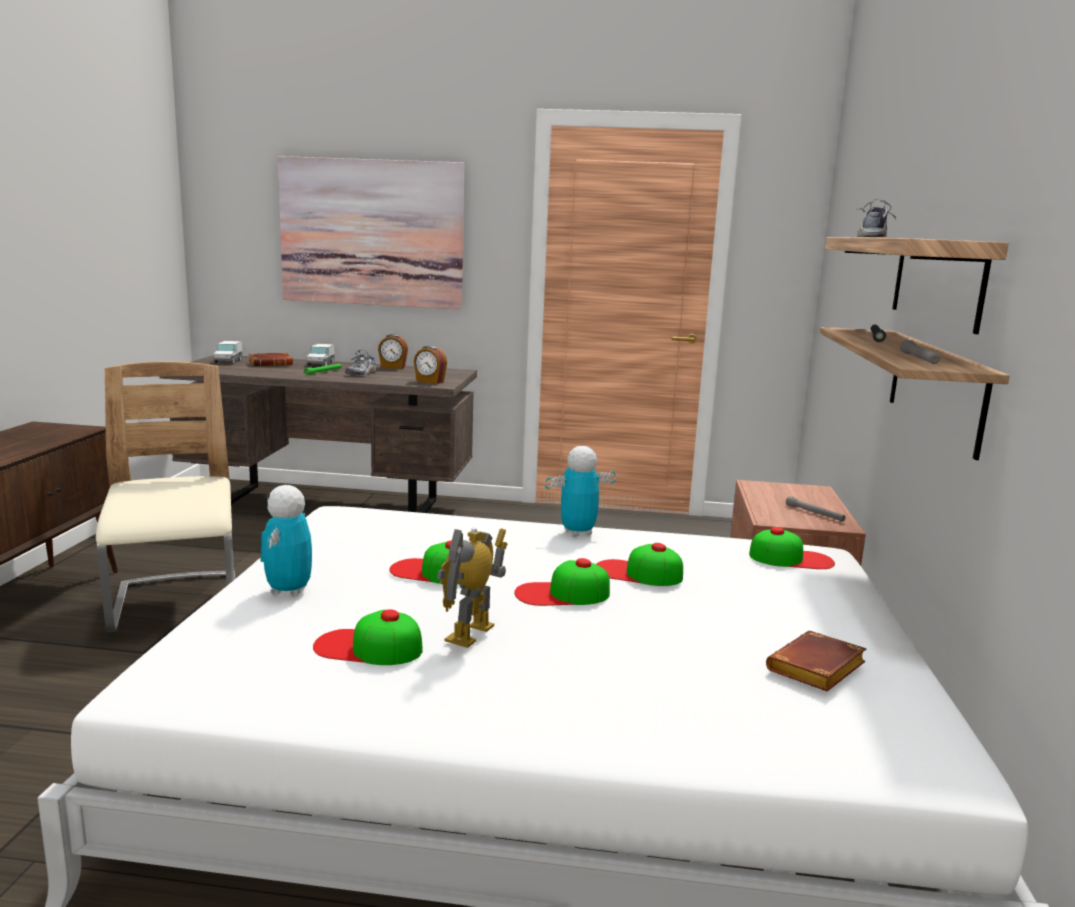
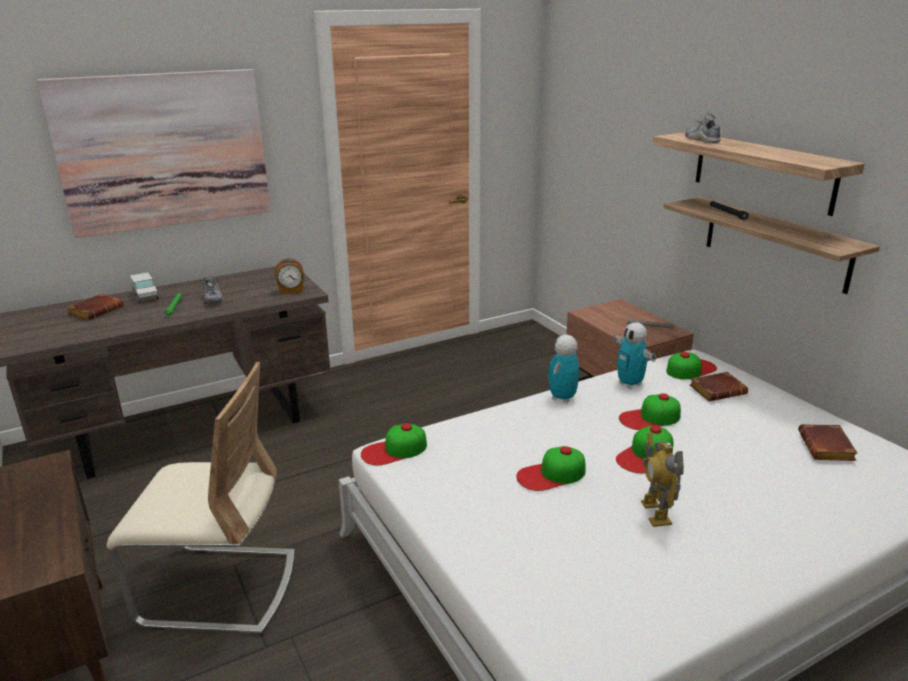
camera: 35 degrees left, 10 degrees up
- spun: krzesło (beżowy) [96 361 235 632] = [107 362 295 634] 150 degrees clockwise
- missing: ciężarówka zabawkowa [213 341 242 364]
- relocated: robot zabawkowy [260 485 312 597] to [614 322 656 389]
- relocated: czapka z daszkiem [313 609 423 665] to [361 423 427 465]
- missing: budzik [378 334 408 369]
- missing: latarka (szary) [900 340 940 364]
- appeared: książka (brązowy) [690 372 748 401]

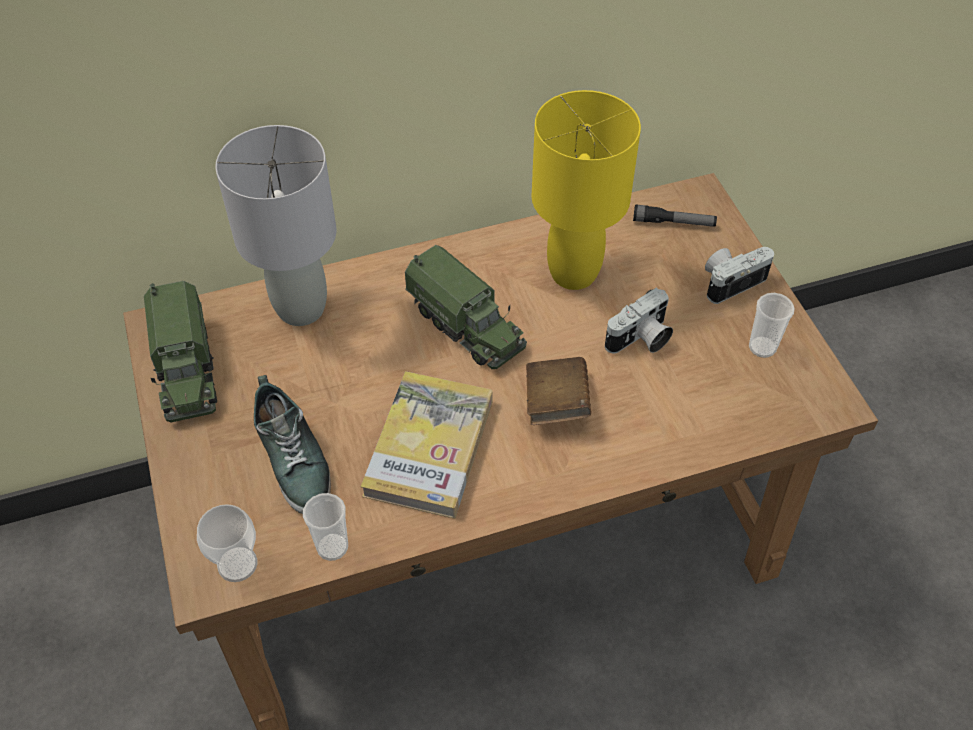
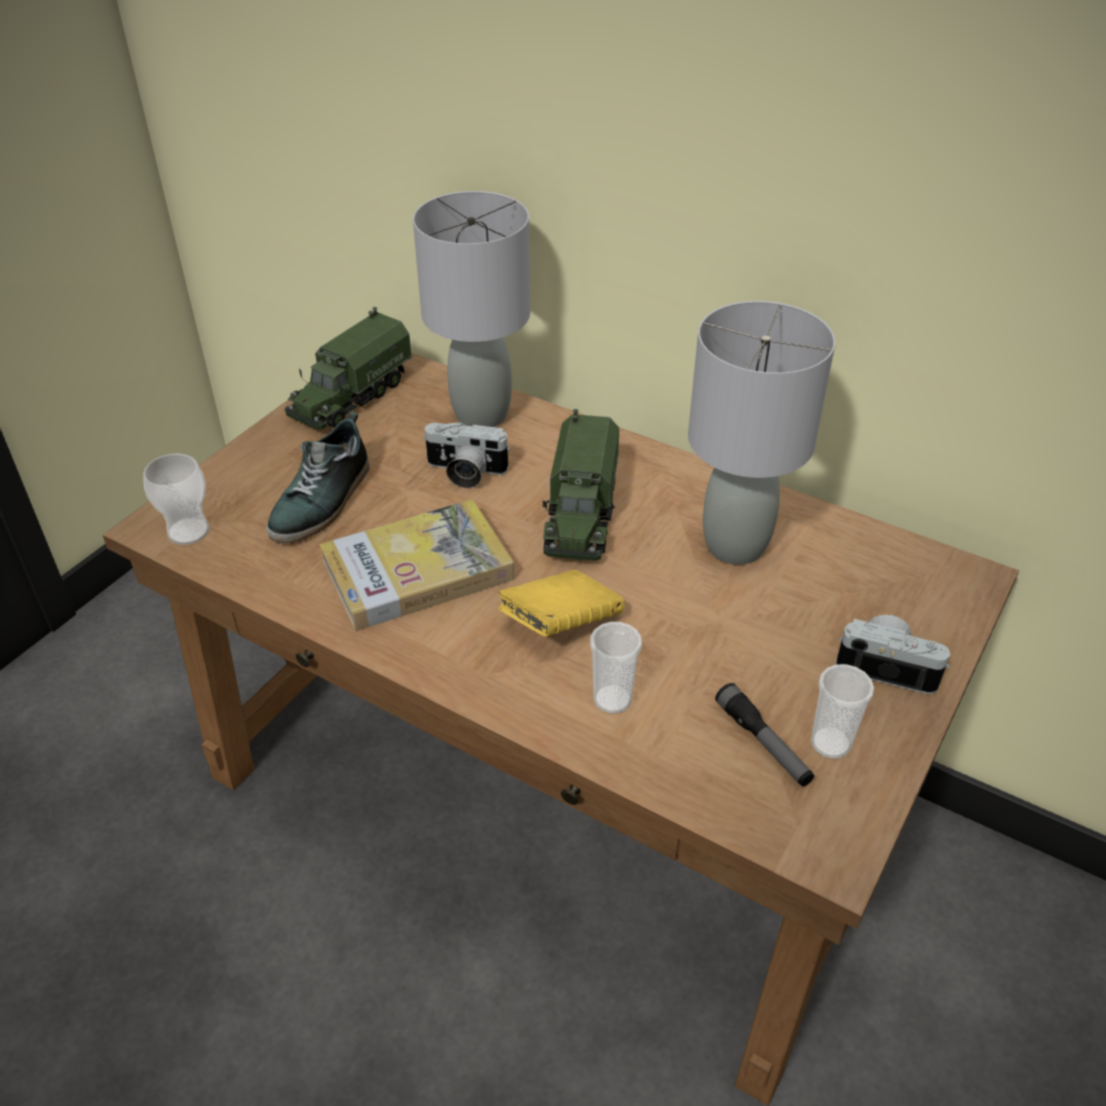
camera: 50 degrees right, 10 degrees down
- relocated: filiżanka [303 493 348 561] to [590 622 642 714]
- colour: książka (brązowy) [526 357 591 425] to książka (żółty) [498 570 624 637]
- colour: lampa stołowa (żółty) [531 90 641 290] to lampa stołowa (szary) [688 301 835 565]
- relocated: aparat fotograficzny [605 288 673 353] to [423 422 511 488]
- relocated: latarka [633 204 717 227] to [715 683 814 786]

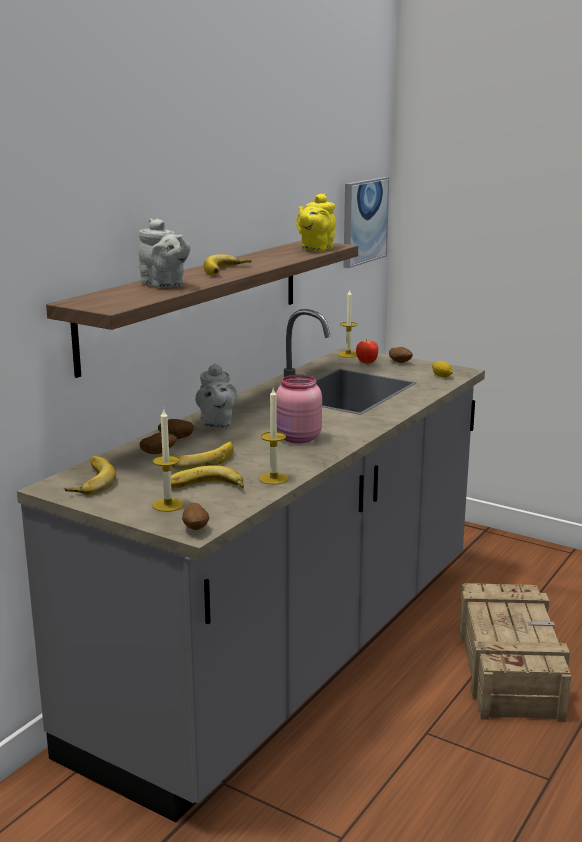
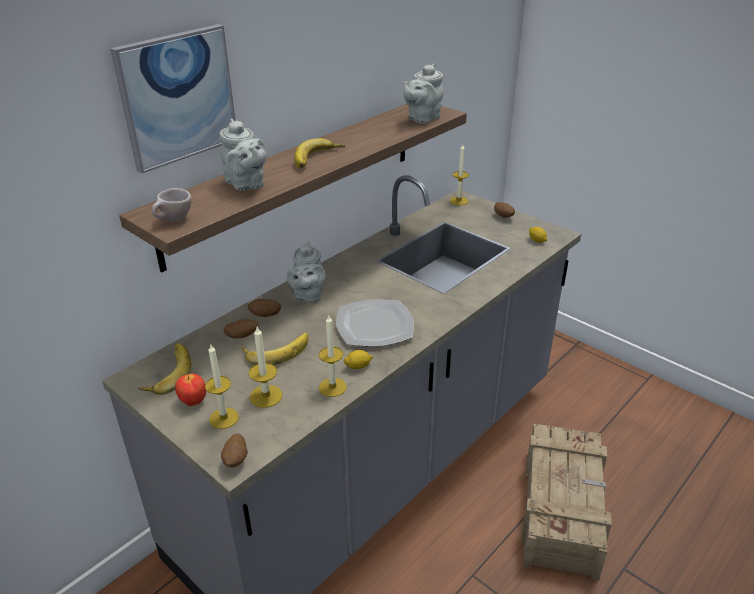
camera: 10 degrees right, 15 degrees up
- exchanged: banan [171 465 244 489] to świeca [249 327 282 408]
- exchanged: słoik (różowy) [276 375 322 443] to talerz [336 299 414 347]
- colour: imbryk (żółty) [296 193 336 251] to imbryk (szary) [403 64 443 124]
- relocated: obraz [344 177 389 268] to [110 24 236 174]
- relocated: jabłko [356 339 378 364] to [175 374 206 406]
- appeared: filiżanka (beżowy) [152 188 192 222]
- appeared: cytryna [343 350 373 369]

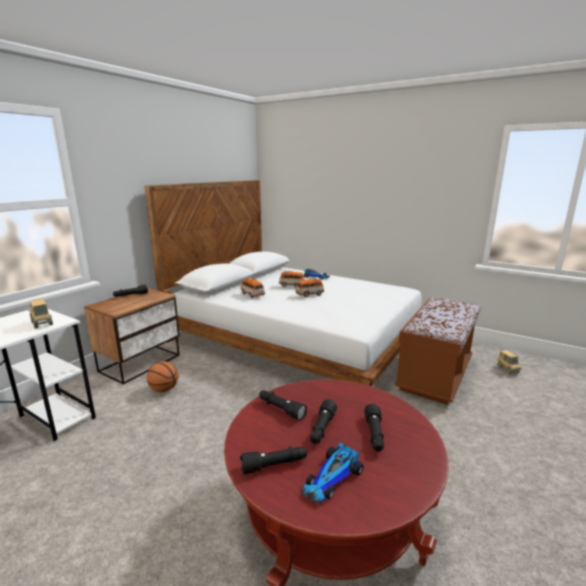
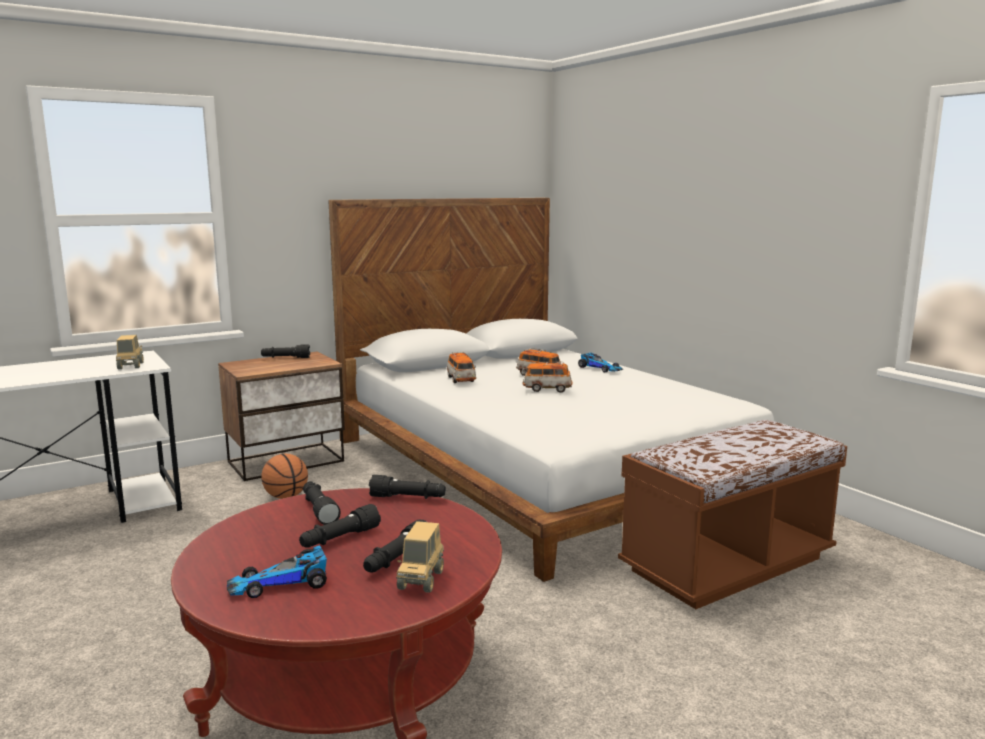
camera: 25 degrees right, 5 degrees down
- relocated: latarka (czarny) [240 446 307 475] to [369 475 446 499]
- relocated: ciężarówka zabawkowa [497 350 521 374] to [396 521 444 593]

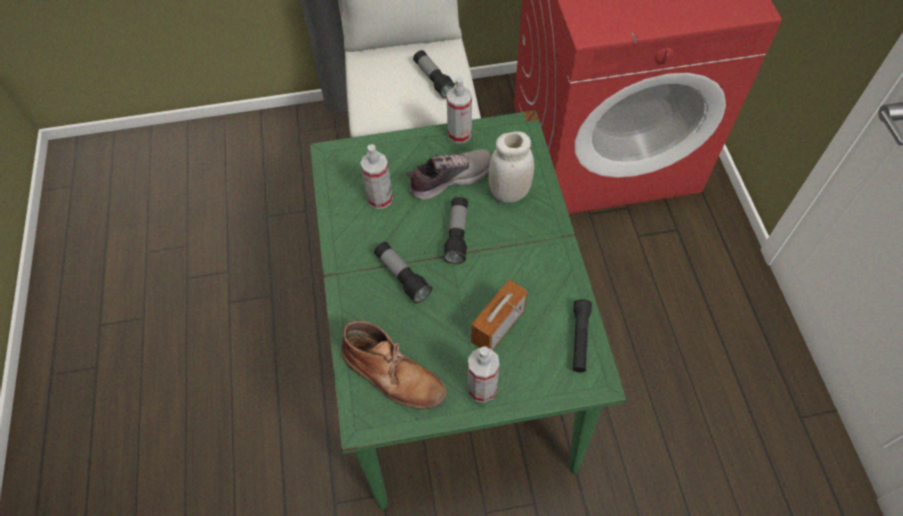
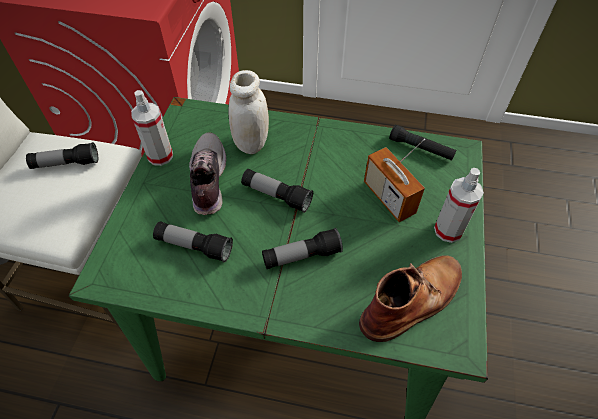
camera: 70 degrees left, 5 degrees down
- exchanged: spryskiwacz [361 144 393 209] to latarka [153 221 233 262]

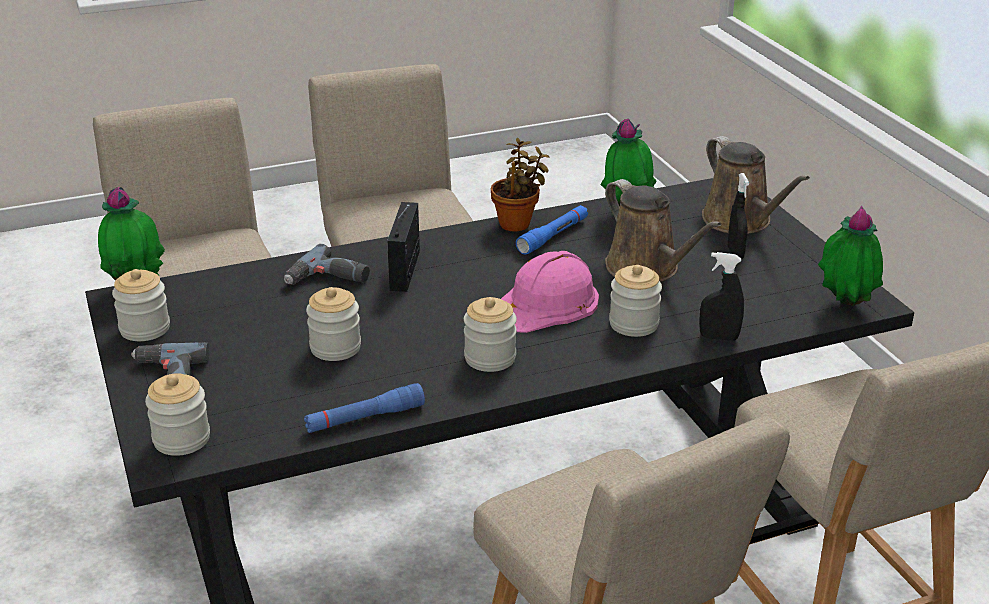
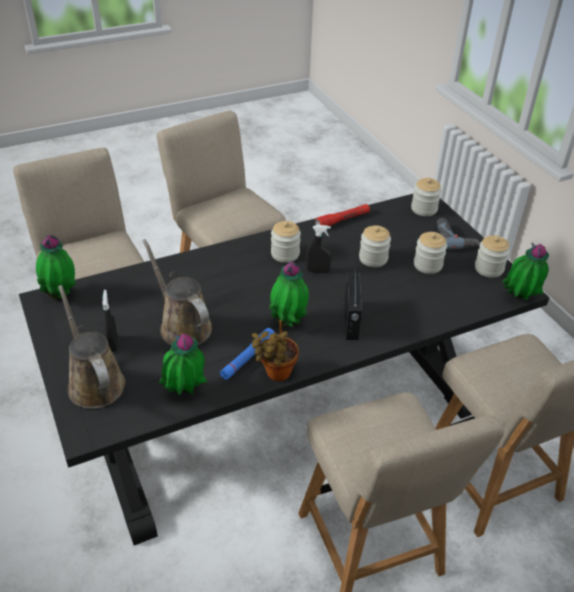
camera: 175 degrees right, 10 degrees up
- missing: wiertarka [284 244 370 285]
- colour: latarka (niebieski) [304 383 425 433] to latarka (czerwony) [315 204 370 226]
- missing: kask (różowy) [501 251 599 333]
- relocated: słoik [609 265 662 337] to [414 232 447 274]
- relocated: spryskiwacz (czarny) [699 252 744 341] to [306 225 332 273]
- appeared: roślina doniczkowa [269 262 309 327]

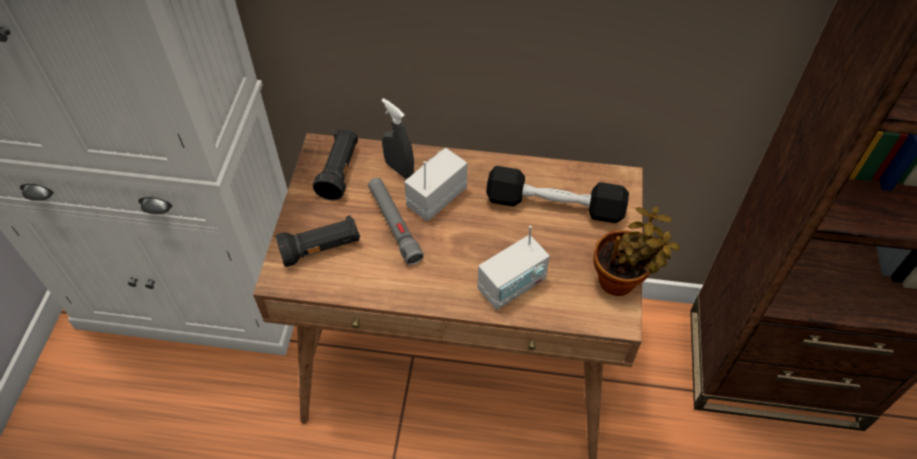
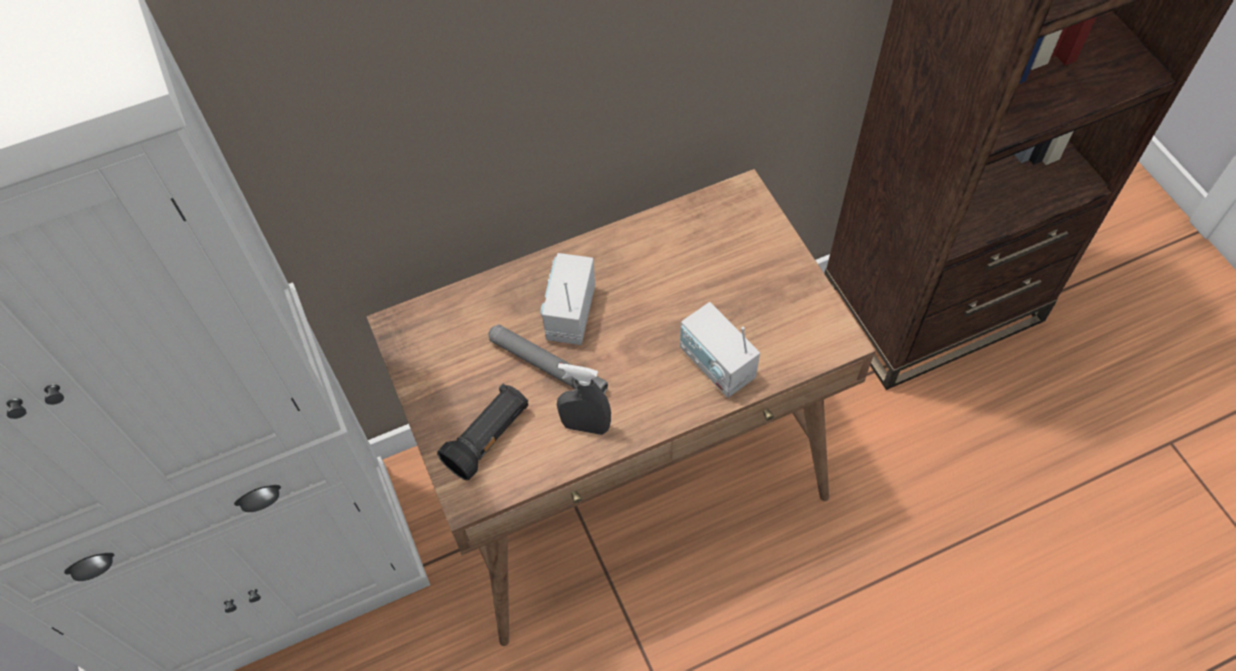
camera: 30 degrees left, 5 degrees up
- missing: latarka (czarny) [312 129 358 201]
- relocated: spryskiwacz (szary) [381 98 414 178] to [557 363 611 435]
- spun: radio [478 225 550 310] = [680 302 760 398] 120 degrees clockwise
- missing: hantel (czarny) [486 166 629 223]
- missing: roślina doniczkowa [594 207 680 296]

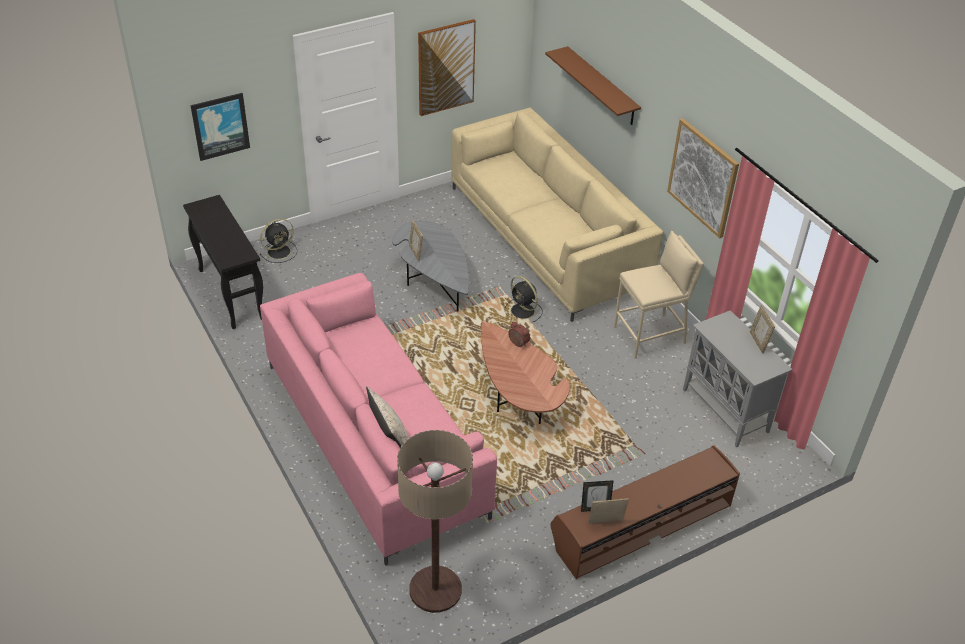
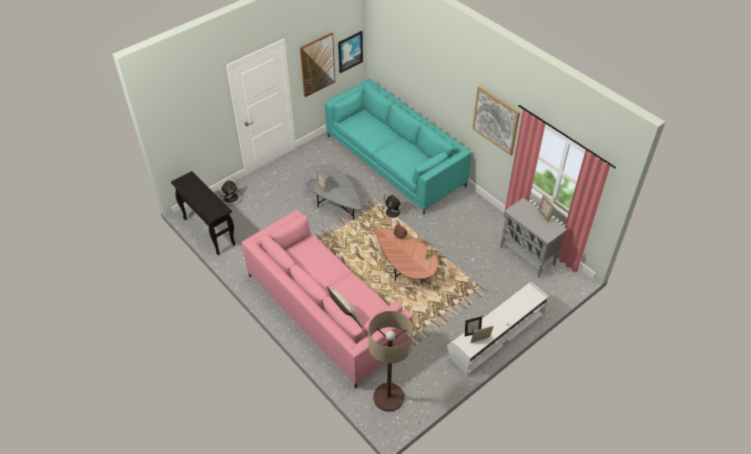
camera: 10 degrees left, 5 degrees up
- relocated: obraz [190 93 250 161] to [338 31 363 73]
- colour: kanapa (beżowy) [451 108 663 322] to kanapa (turkusowy) [325 79 472 214]
- missing: półka (brązowy) [545 46 641 125]
- colour: szafka pod telewizor (brązowy) [550 446 740 579] to szafka pod telewizor (biały) [447 282 548 375]
- missing: stołek (beżowy) [614 231 704 358]

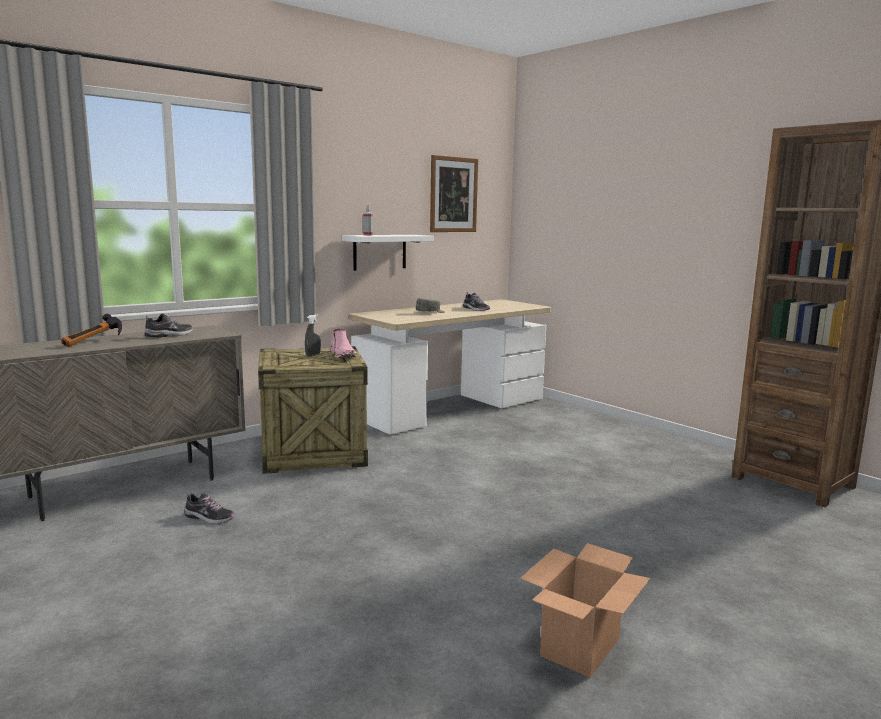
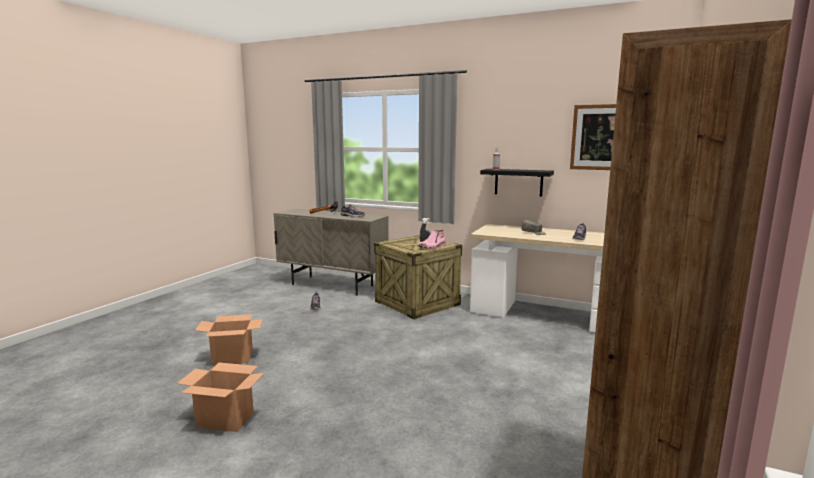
camera: 65 degrees right, 0 degrees up
- colour: półka (biały) [342 235 434 271] to półka (czarny) [480 169 554 197]
- appeared: karton [195 314 263 365]

